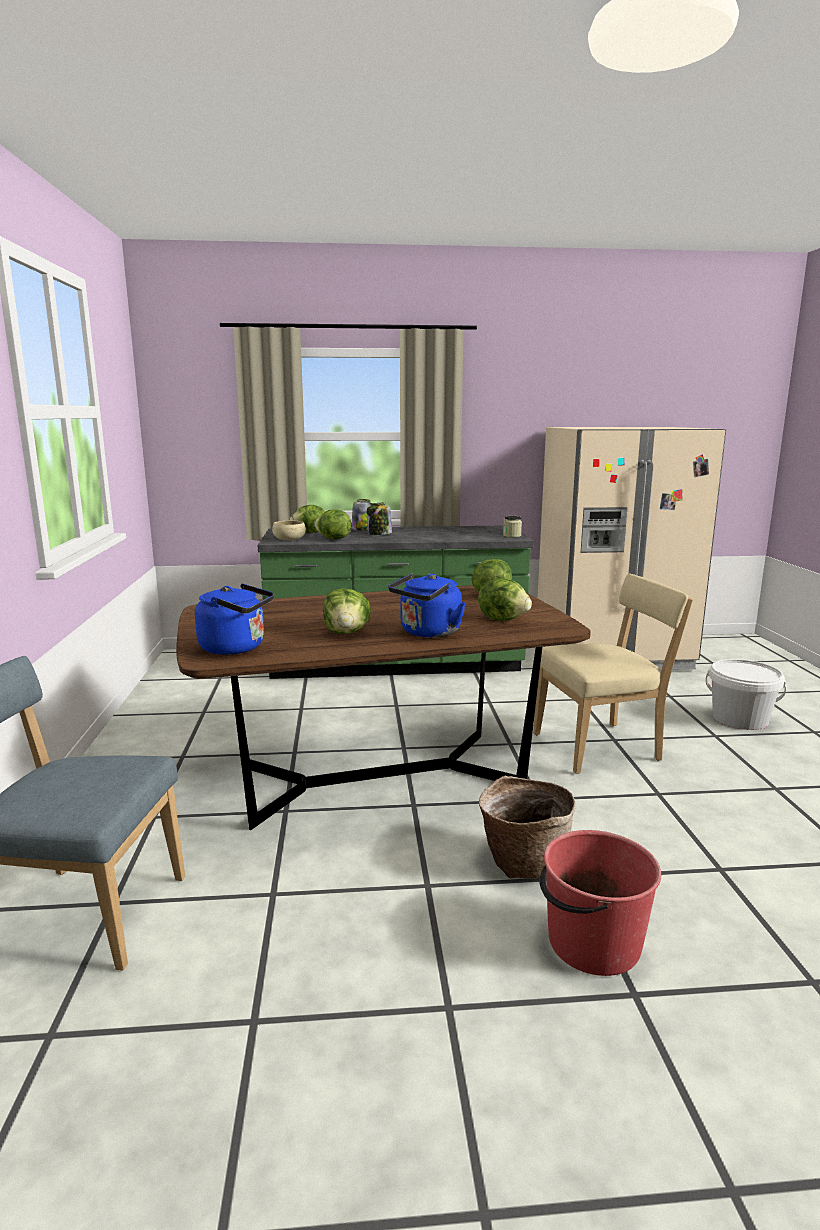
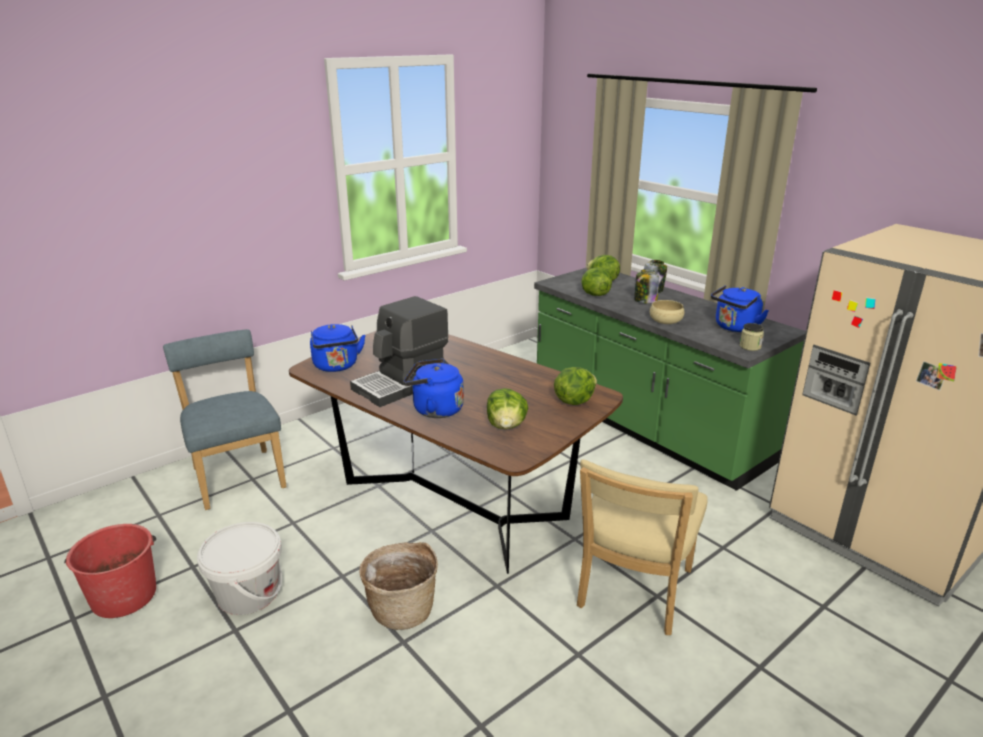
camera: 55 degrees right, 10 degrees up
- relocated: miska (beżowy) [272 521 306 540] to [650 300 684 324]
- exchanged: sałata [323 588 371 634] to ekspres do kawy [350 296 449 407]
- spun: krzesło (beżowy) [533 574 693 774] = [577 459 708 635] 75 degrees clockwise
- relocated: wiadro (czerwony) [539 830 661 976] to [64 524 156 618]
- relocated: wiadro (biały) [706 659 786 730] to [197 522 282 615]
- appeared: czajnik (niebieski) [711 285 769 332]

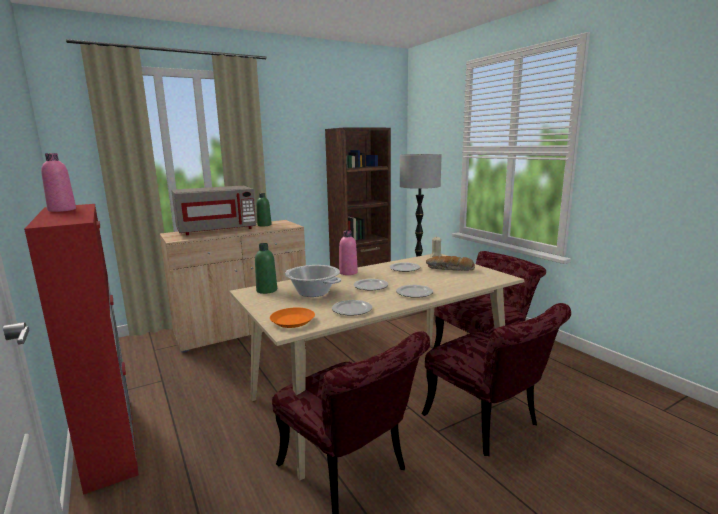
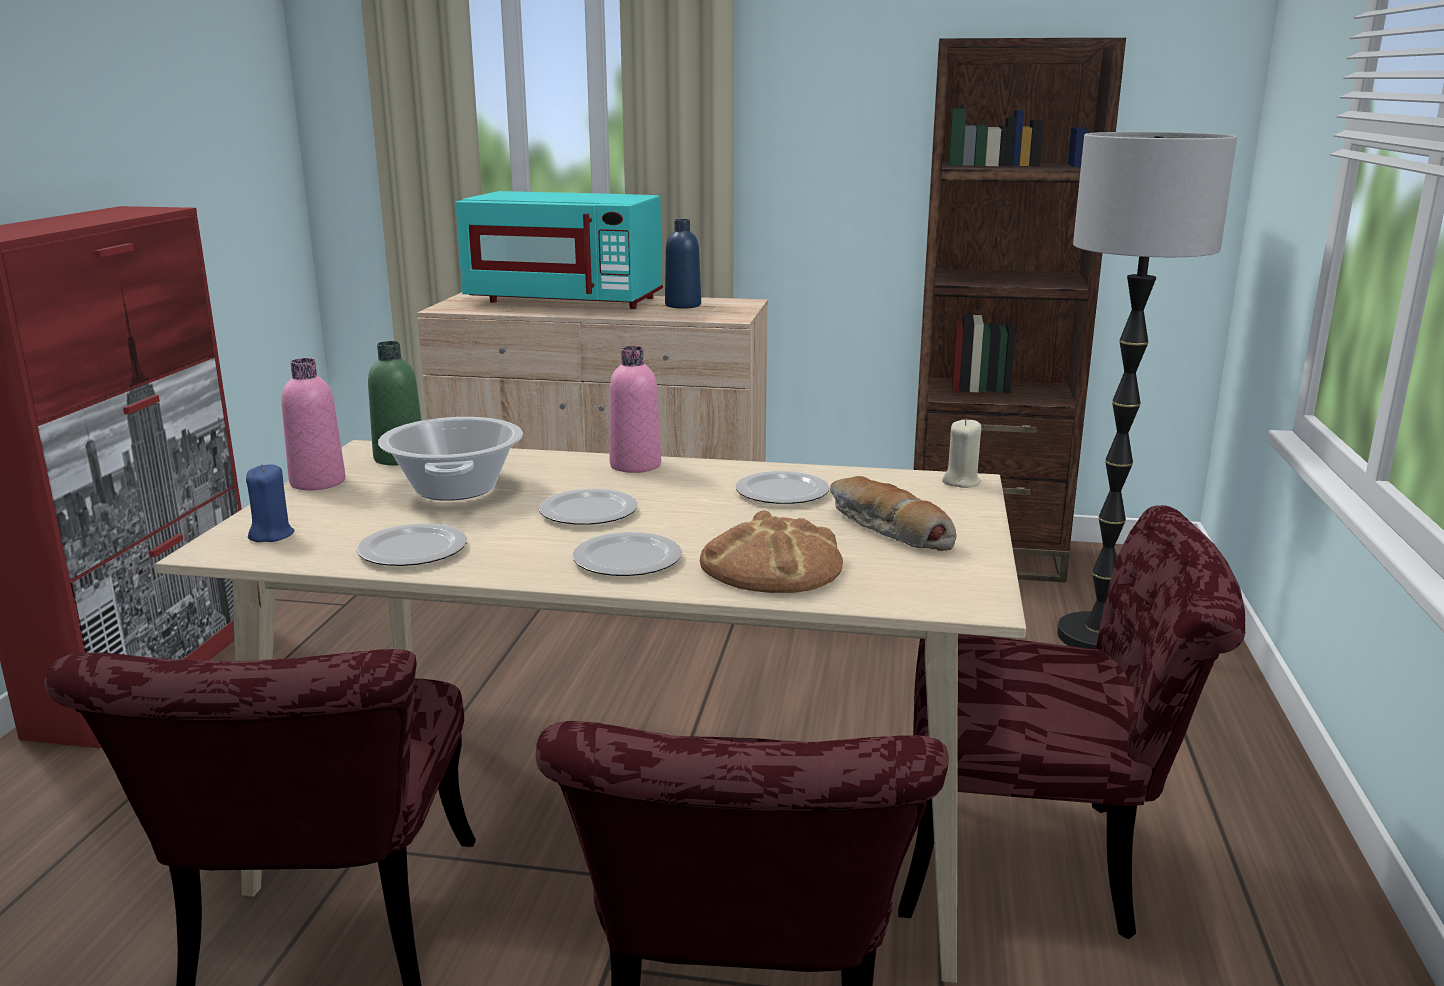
camera: 40 degrees right, 5 degrees up
- relocated: butelka (różowy) [41 153 76 212] to [281 358 345 490]
- colour: mikrofalówka (szary) [171 186 256 235] to mikrofalówka (turkusowy) [455 191 663 309]
- colour: butelka (zielony) [257 193 272 227] to butelka (niebieski) [665 219 701 309]
- exchanged: talerz (pomarańczowy) [270 307 315 328] to świeca (niebieski) [246 464 295 542]
- appeared: chleb [700 510 843 593]

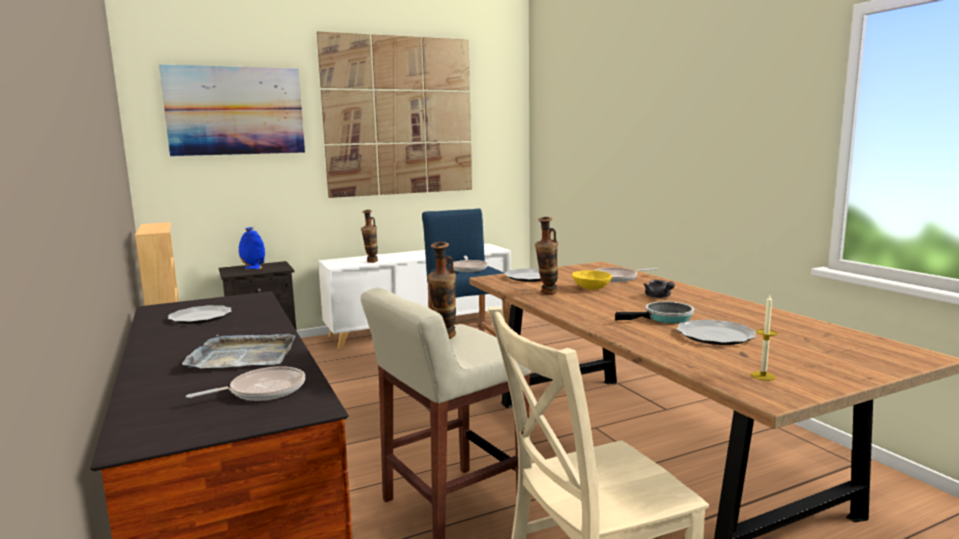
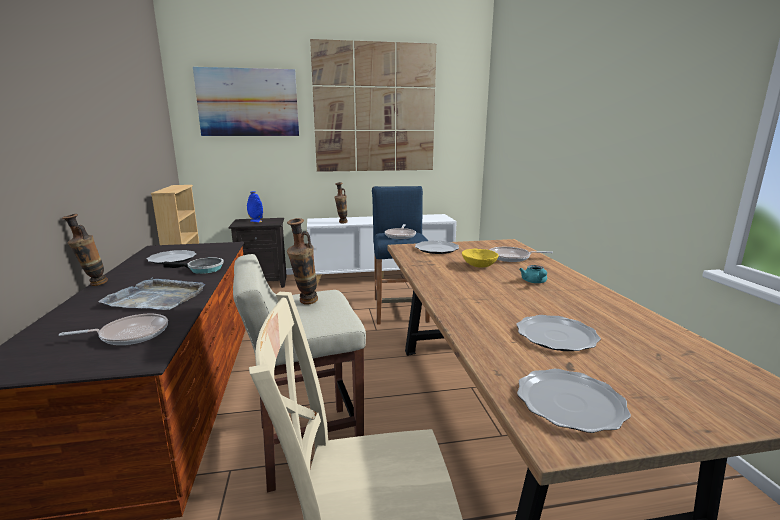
camera: 15 degrees right, 5 degrees up
- relocated: wazon [535 217 558 295] to [62 214 108 286]
- relocated: patelnia [615 302 695 323] to [163 257 224 274]
- colour: imbryk (szary) [644 280 675 298] to imbryk (turkusowy) [519 265 547 283]
- exchanged: świeca [751 295 778 381] to talerz [517 369 631 433]

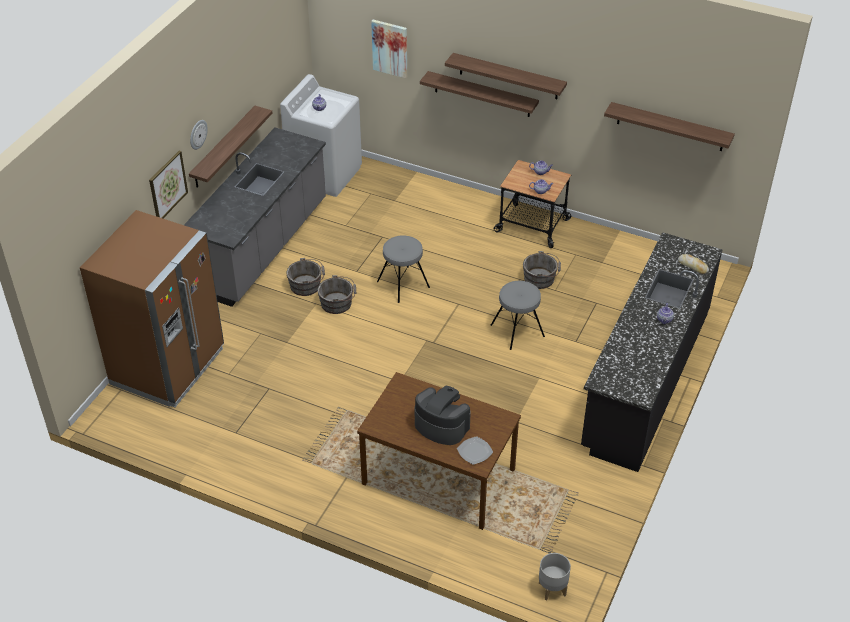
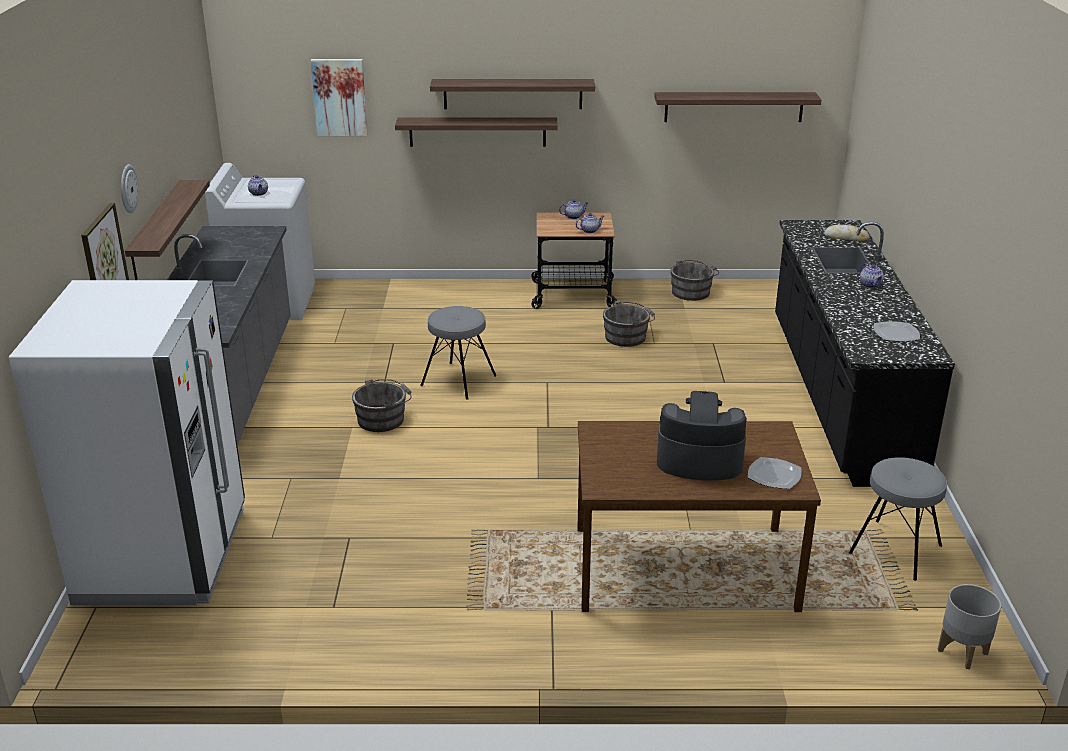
camera: 25 degrees left, 15 degrees down
- colour: lodówka (brązowy) [80 210 224 407] to lodówka (biały) [9 280 245 605]
- relocated: wiadro (szary) [286 258 325 296] to [670 260 719 301]
- relocated: stołek (szary) [491 281 545 350] to [849 457 947 581]
- appeared: talerz [874 321 920 342]

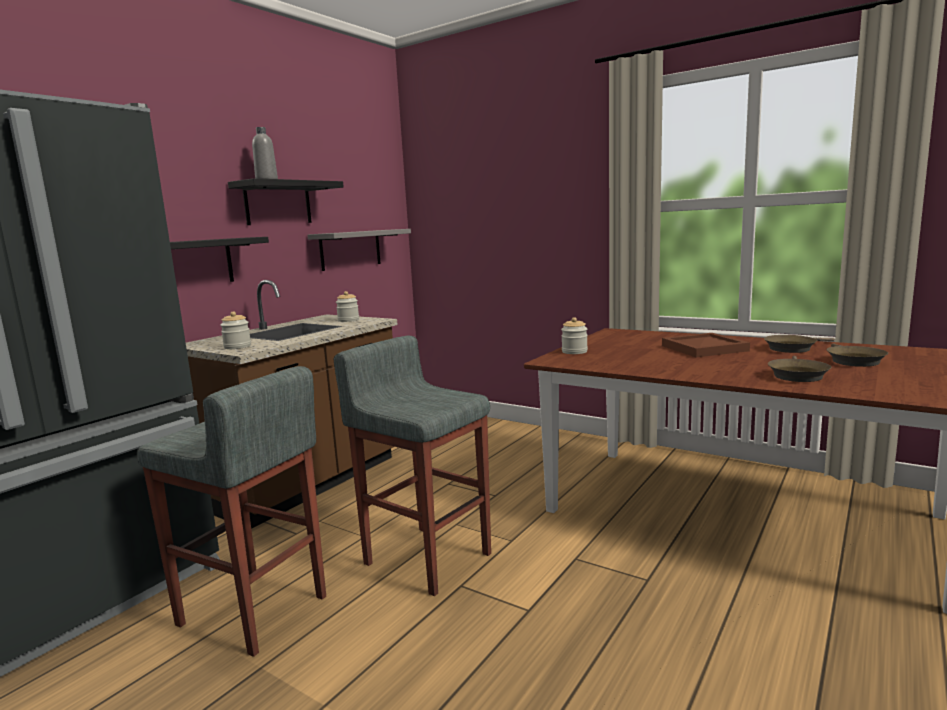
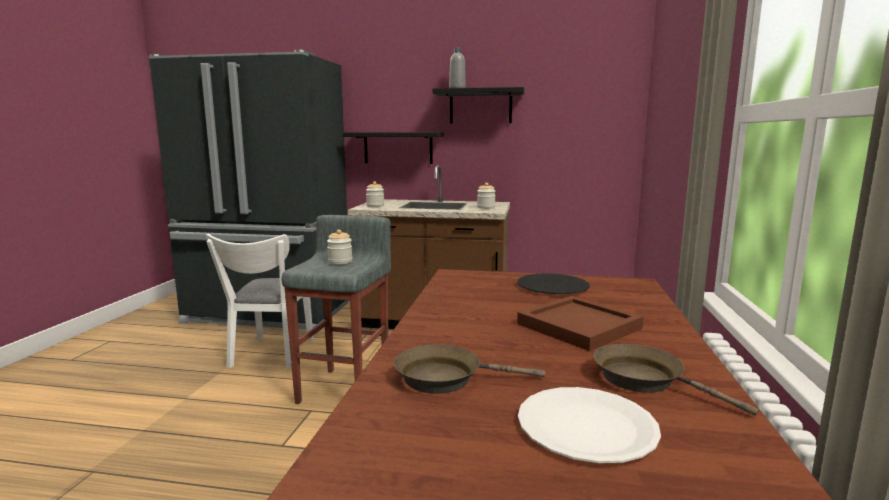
camera: 65 degrees right, 0 degrees up
- exchanged: stołek (szary) [137 366 326 657] to krzesło (biały) [205 234 313 369]
- missing: półka (szary) [307 229 411 271]
- relocated: słoik [561 317 588 354] to [327 230 352 264]
- exchanged: patelnia (brązowy) [827 343 888 367] to talerz (biały) [518 387 661 463]
- appeared: talerz (czarny) [517 273 590 294]

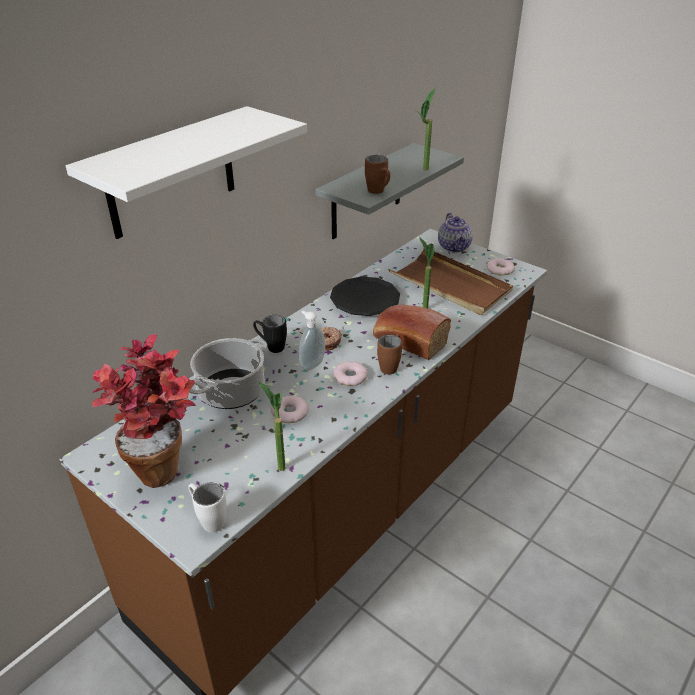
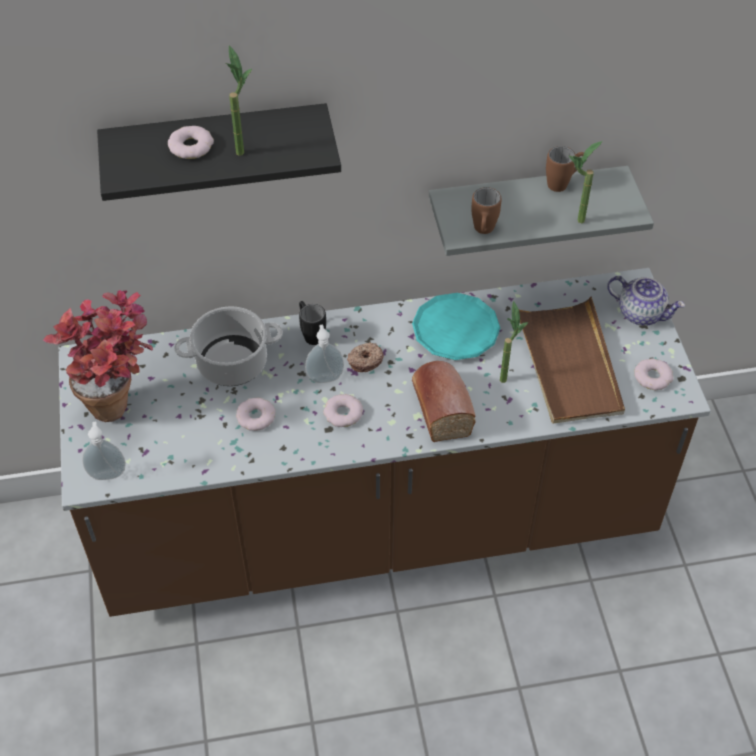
camera: 40 degrees right, 15 degrees up
- colour: półka (biały) [66 106 307 239] to półka (czarny) [97 103 341 201]
- exchanged: kubek (biały) [188 482 227 533] to dozownik mydła [82 421 126 480]
- relocated: roślina doniczkowa [258 382 286 471] to [225 46 252 156]
- colour: talerz (czarny) [330 277 400 316] to talerz (turkusowy) [412 293 500 360]
- relocated: kubek (brązowy) [377 334 402 374] to [546 146 584 192]
- spun: imbryk [438 213 473 252] = [607 276 685 326] 90 degrees counterclockwise
- appeared: donut [168 126 214 159]

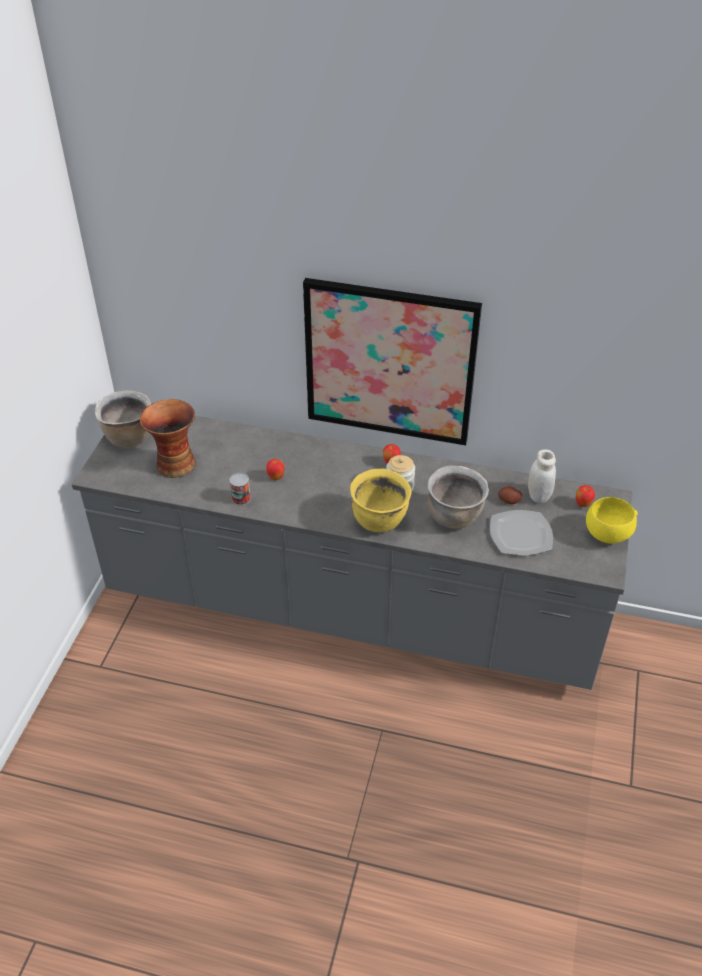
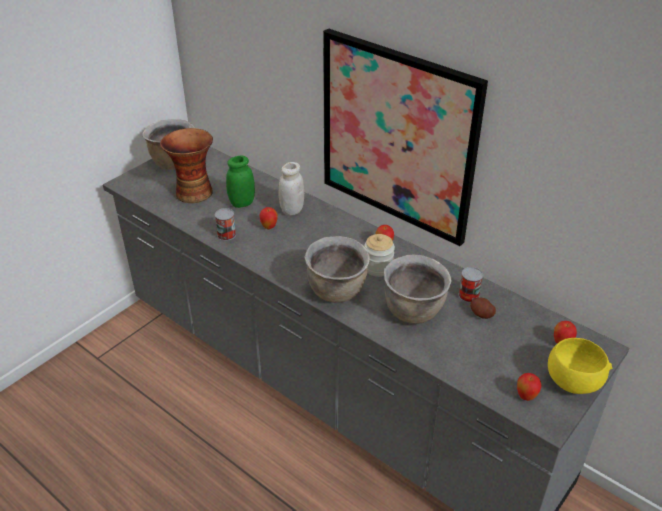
camera: 25 degrees right, 5 degrees down
- colour: garnek (żółty) [350 469 412 532] to garnek (brązowy) [305 236 370 303]
- missing: talerz [490 510 553 555]
- relocated: słoik (biały) [528 449 556 503] to [279 162 304 216]
- appeared: słoik (zielony) [226 155 255 208]
- appeared: puszka [459 267 483 303]
- appeared: jabłko [517 373 541 401]

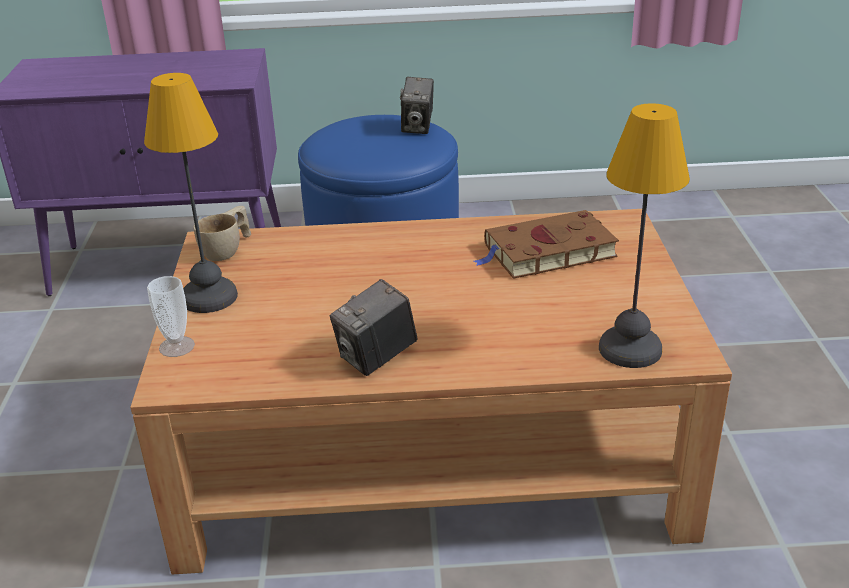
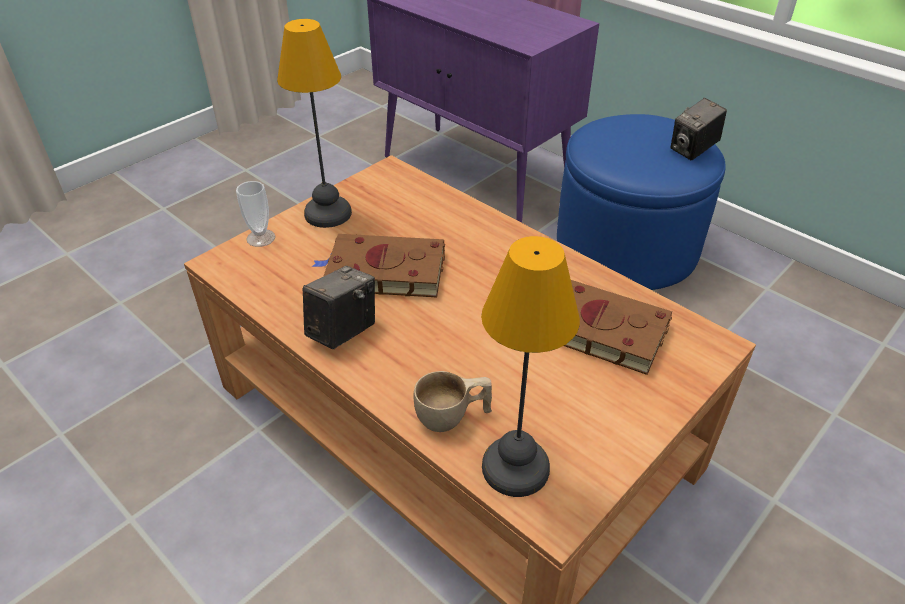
camera: 45 degrees right, 10 degrees up
- relocated: filiżanka (beżowy) [194 206 251 261] to [414 371 492 432]
- spun: aparat fotograficzny [330 279 417 376] = [303 266 375 349] 120 degrees clockwise
- appeared: książka (brązowy) [312 234 445 297]

